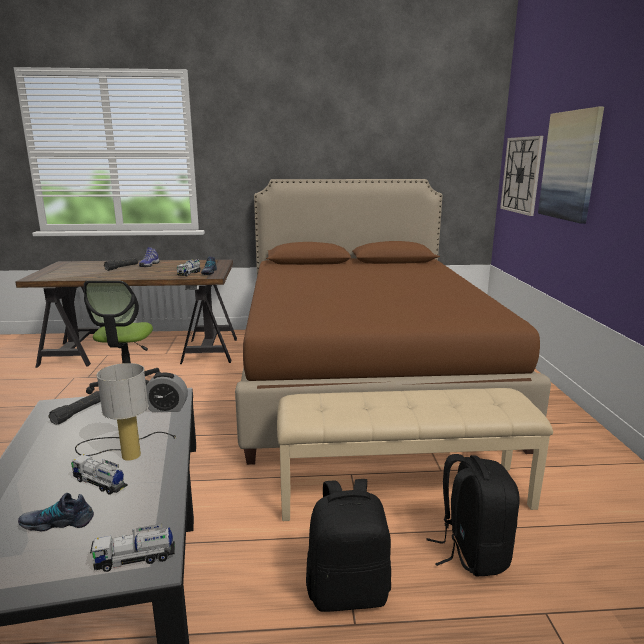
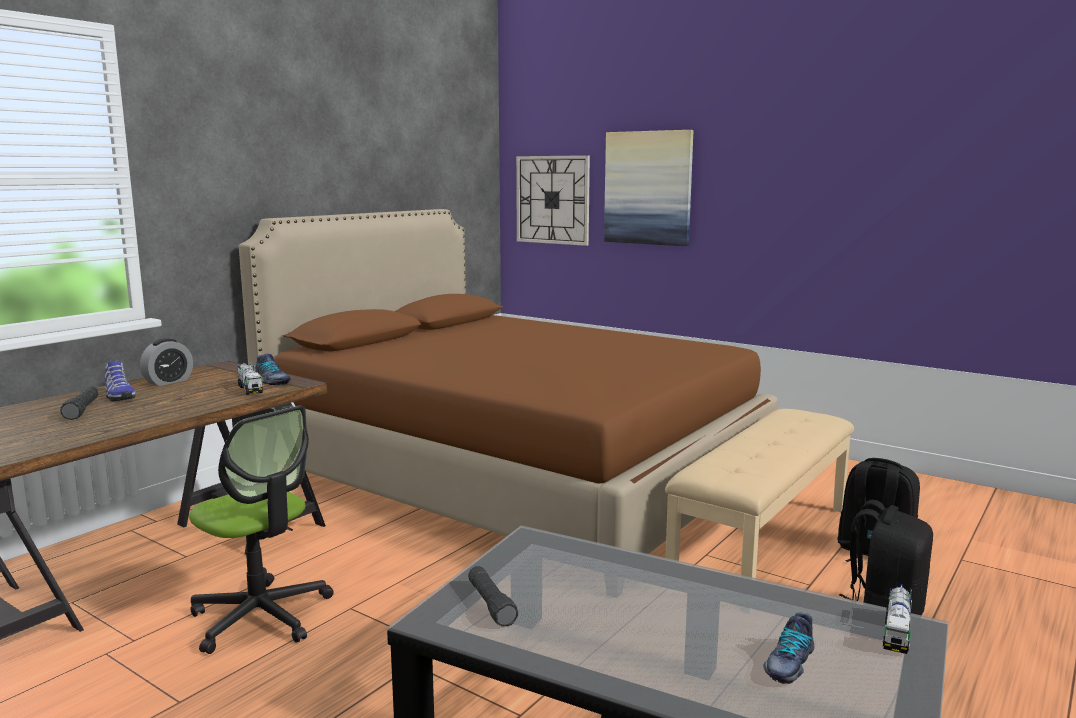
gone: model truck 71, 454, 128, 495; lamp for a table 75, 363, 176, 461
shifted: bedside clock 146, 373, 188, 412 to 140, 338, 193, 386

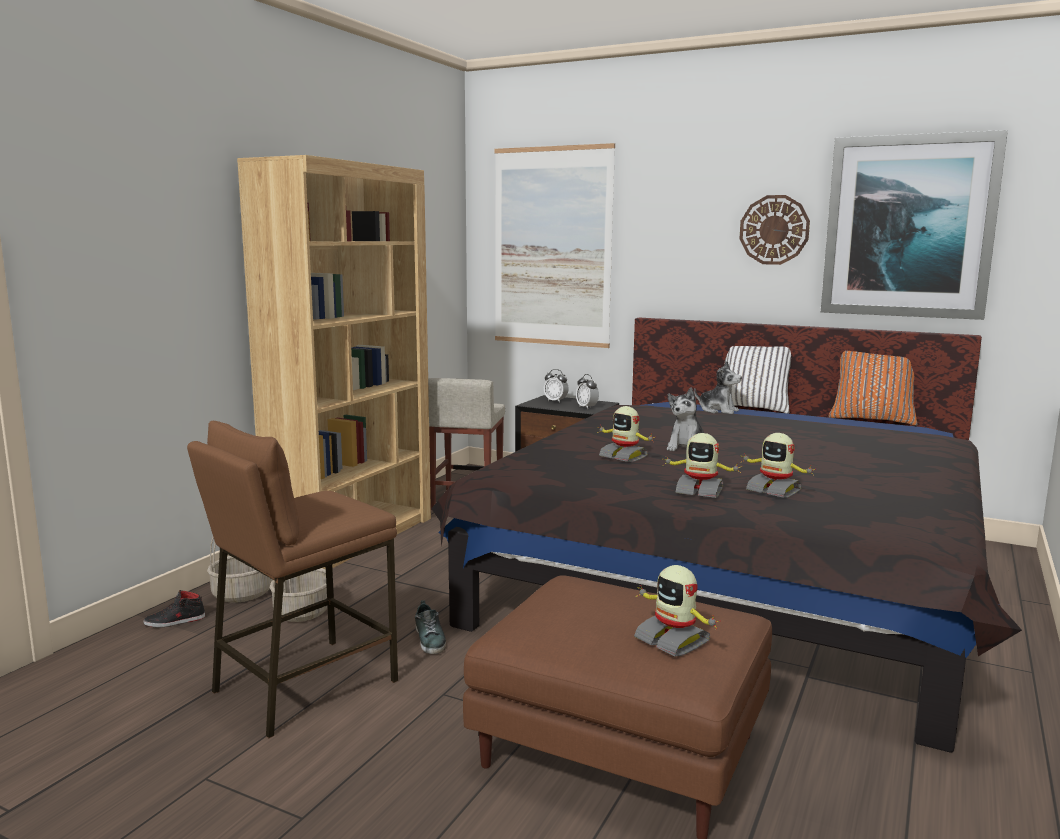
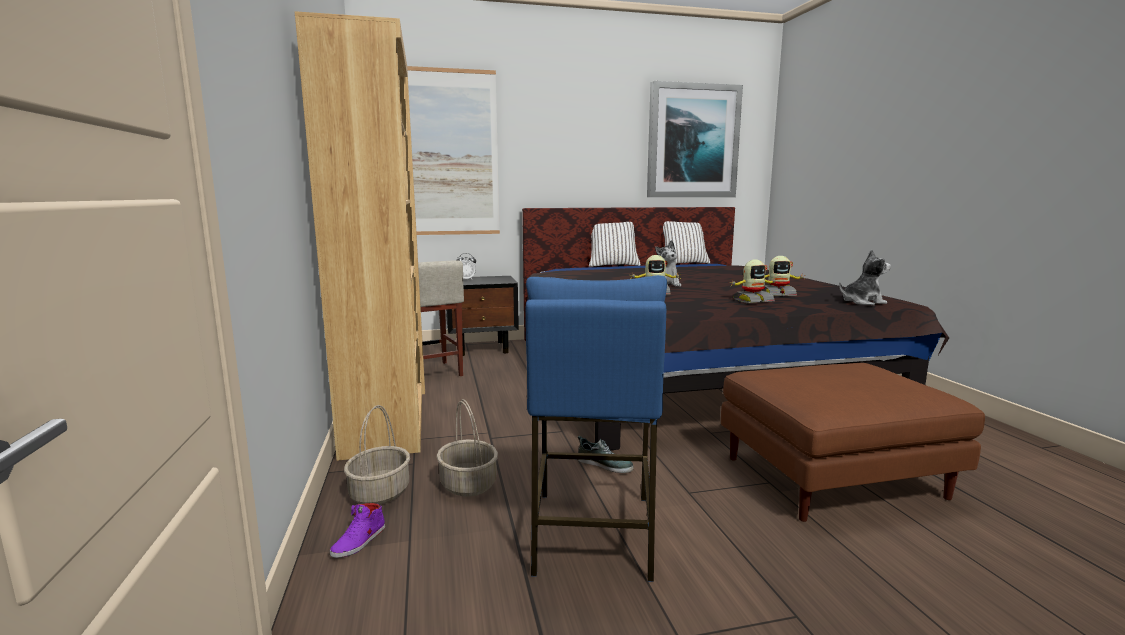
gone: bedside clock 576, 374, 599, 409; model robot 634, 565, 720, 657; wall clock 739, 195, 810, 265
shifted: cuddly toy 694, 361, 742, 414 to 839, 249, 891, 305
repainted: item of footwear in black-coloured 144, 590, 205, 627 to item of footwear in purplish 330, 503, 385, 558; stool seat in brownish 187, 421, 398, 738 to stool seat in blue 525, 275, 667, 582; throw pillow in orange 829, 351, 917, 426 to throw pillow in white 663, 221, 710, 264

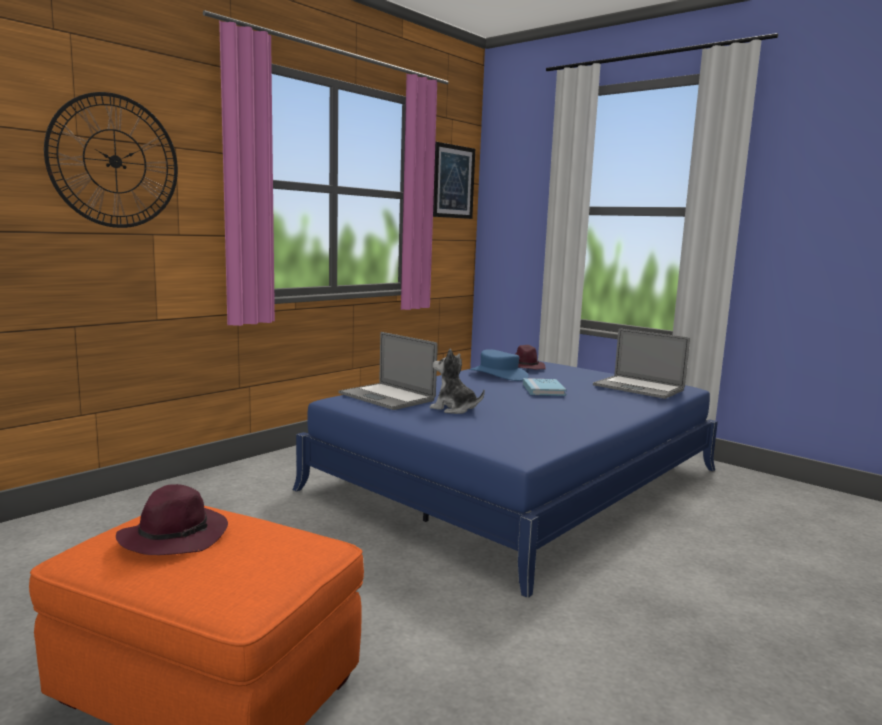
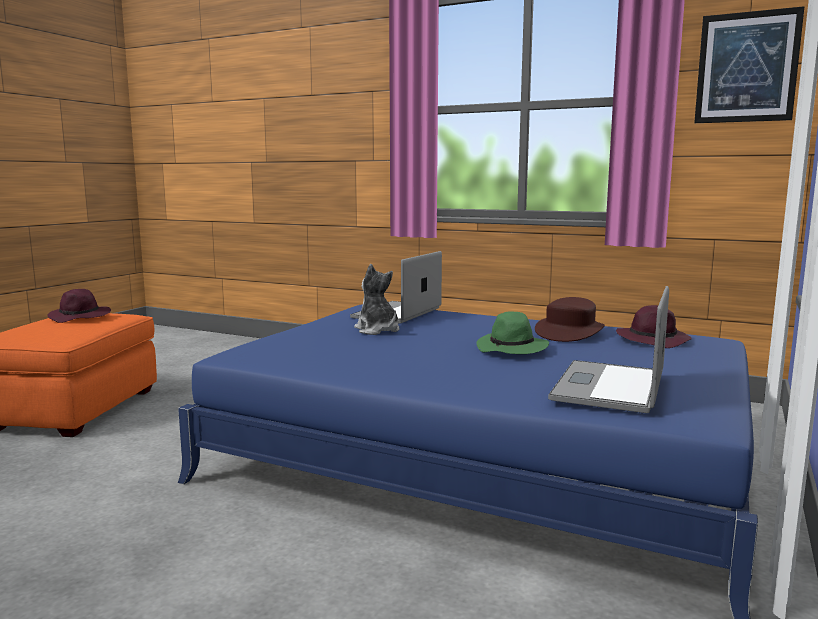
gone: wall clock 44, 92, 178, 228
swapped: volume in blue 523, 378, 566, 396 to clothing hat in green 476, 312, 549, 354
repainted: clothing hat in blue 469, 349, 529, 381 to clothing hat in brownish 535, 297, 605, 342
rotated: cuddly toy 430, 349, 485, 414 = 354, 264, 400, 335 45 degrees counterclockwise

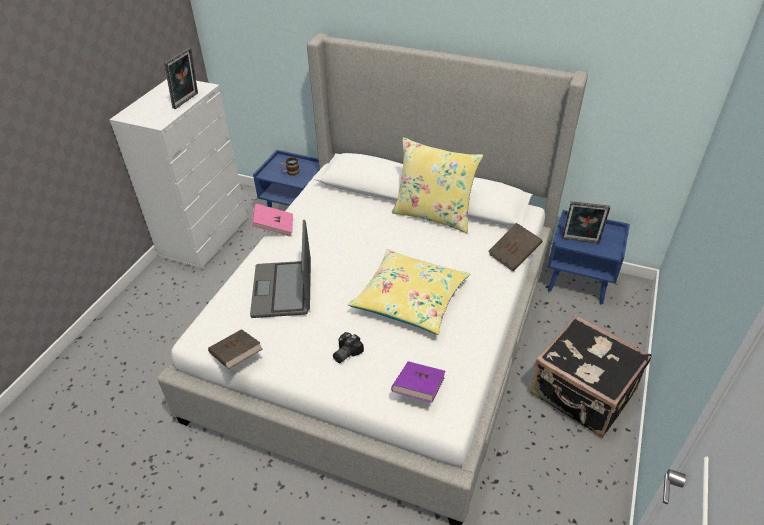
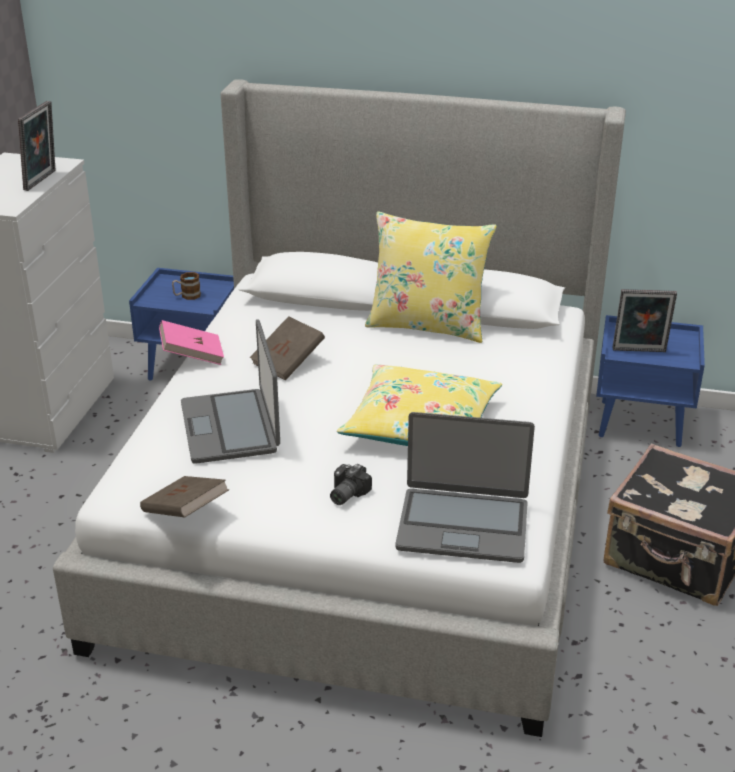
shifted: volume in brownish 488, 223, 543, 272 to 250, 316, 325, 381
swapped: volume in purplish 391, 361, 446, 402 to notebook computer 395, 412, 535, 563

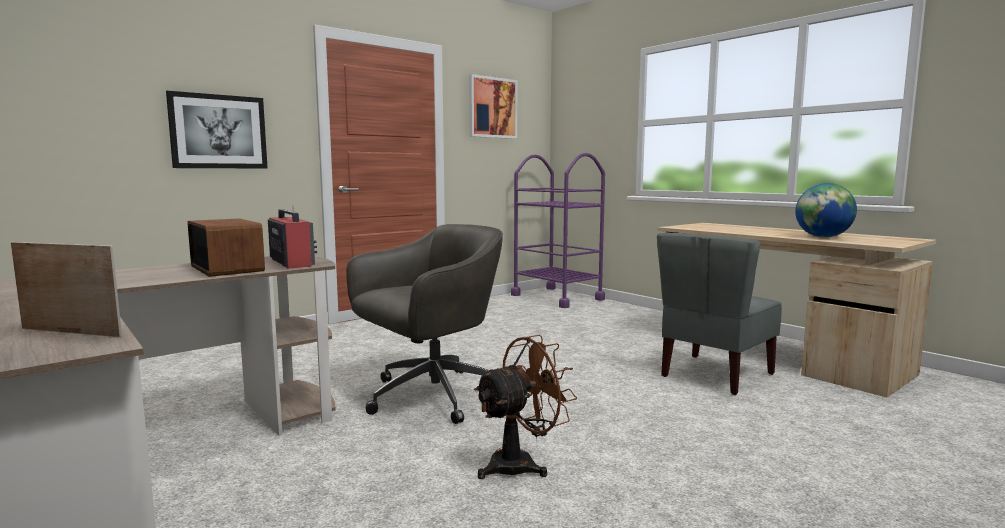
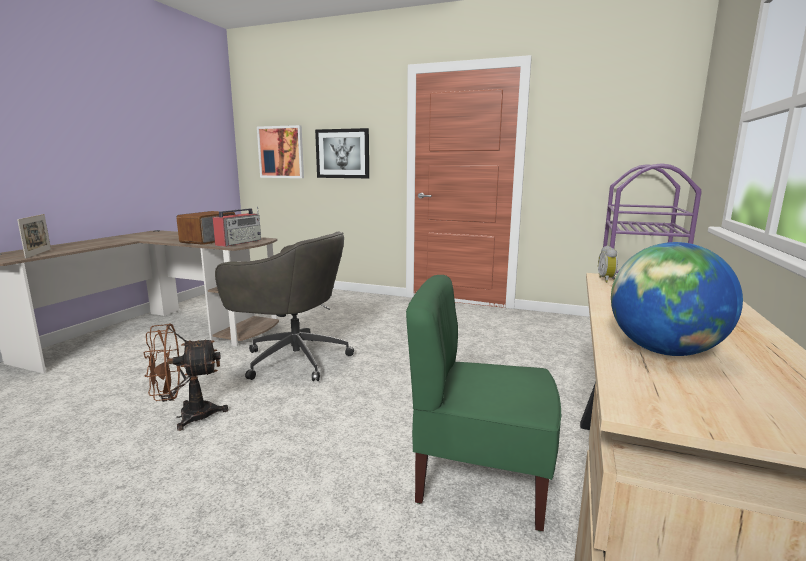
new: bedside clock 598, 246, 618, 282
shifted: wall art 469, 74, 517, 139 to 257, 125, 304, 178
repainted: upright chair in greyish 657, 233, 782, 395 to upright chair in green 406, 275, 561, 531
rotated: cooling fan in brownish 474, 335, 577, 479 = 143, 323, 229, 431 135 degrees clockwise

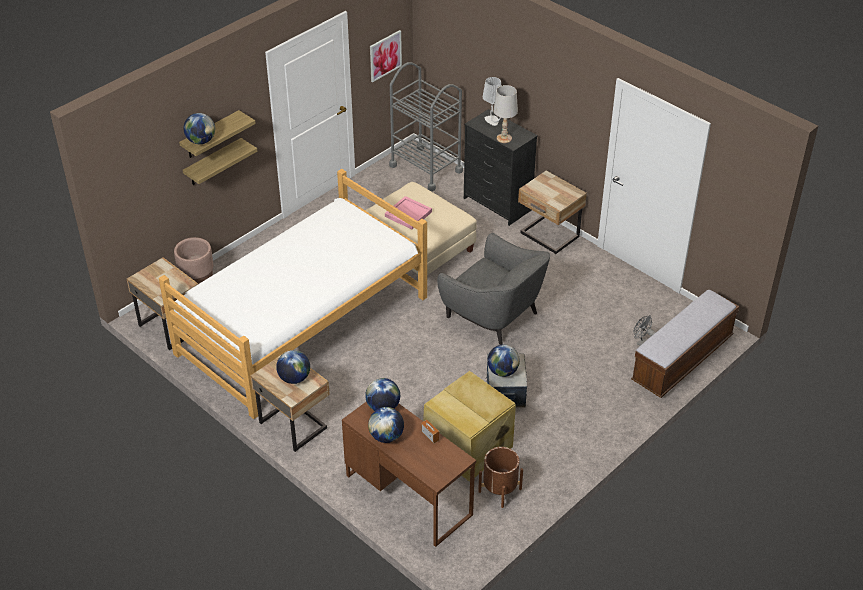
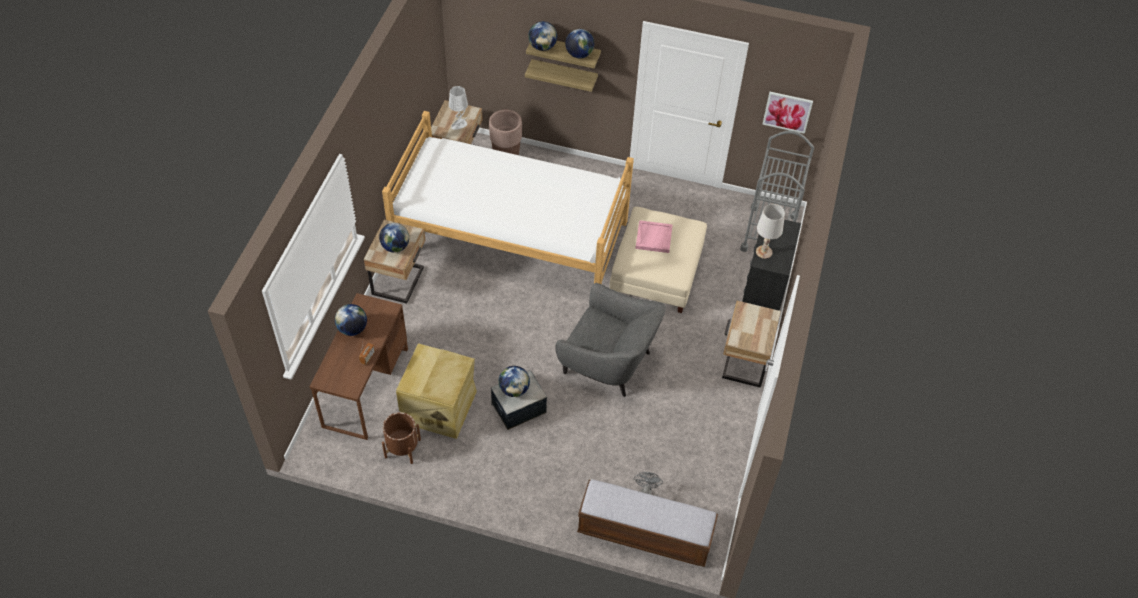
shifted: lamp for a table in greyish 483, 77, 501, 126 to 449, 86, 468, 130; world globe 365, 378, 400, 411 to 565, 29, 594, 58
rotated: armchair in greyish 437, 233, 550, 345 = 555, 283, 665, 397 75 degrees counterclockwise

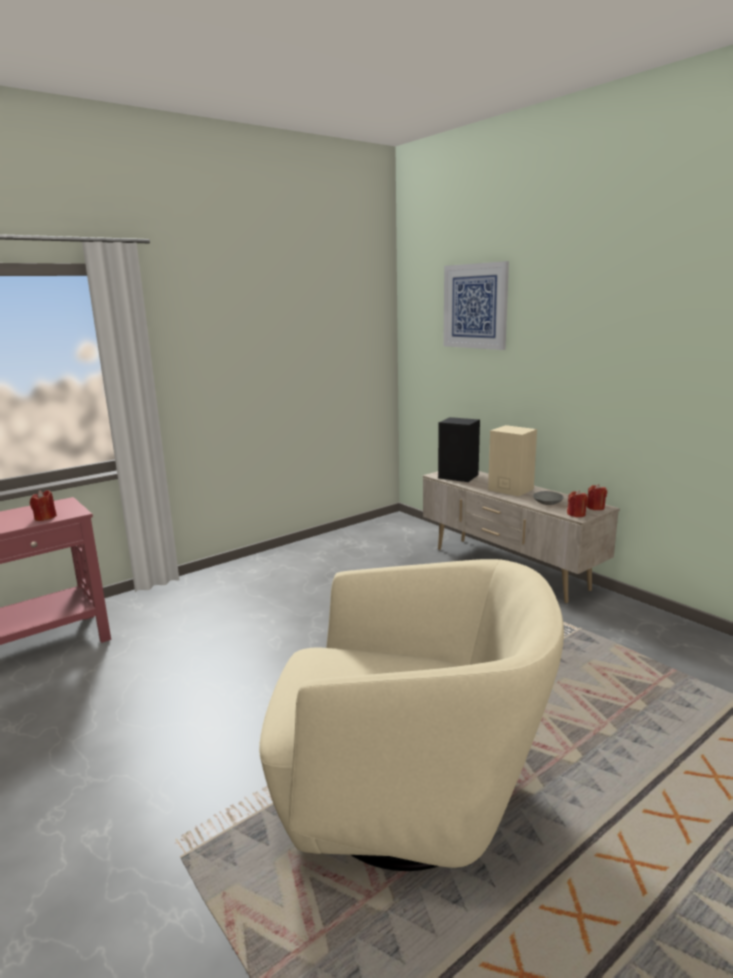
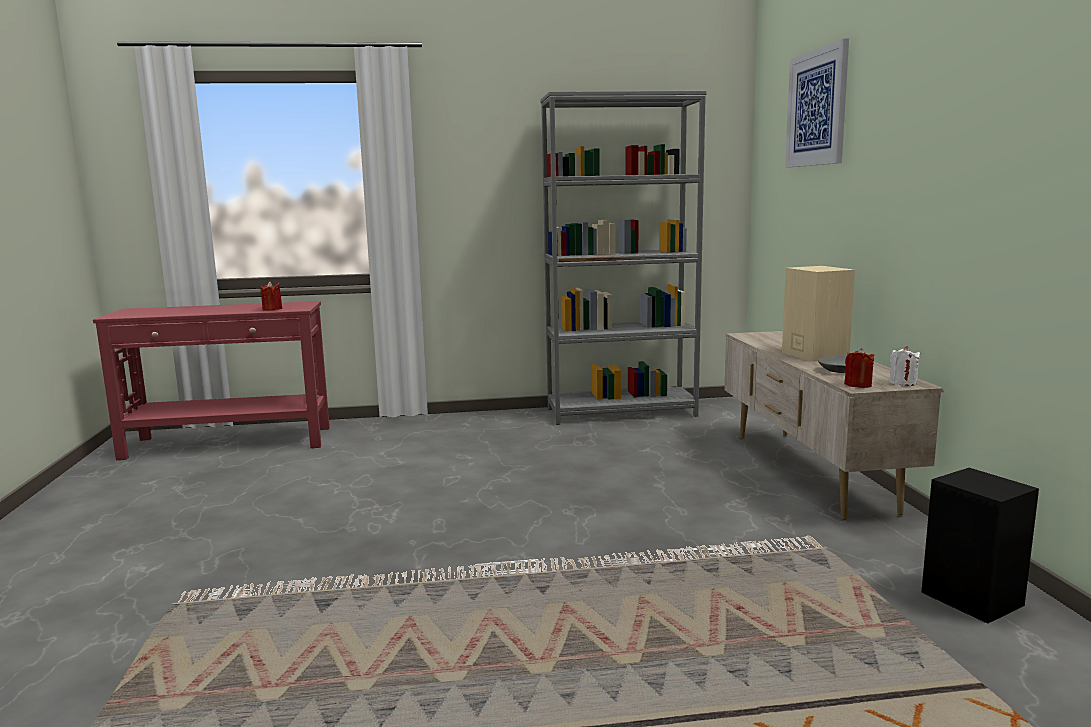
gone: armchair in beige-coloured 259, 559, 564, 871
new: bookcase in greyish 540, 90, 707, 425
shifted: speaker in black-coloured 438, 417, 480, 482 to 921, 468, 1039, 624
repainted: wax candle in red 587, 484, 607, 510 to wax candle in white 889, 346, 920, 386

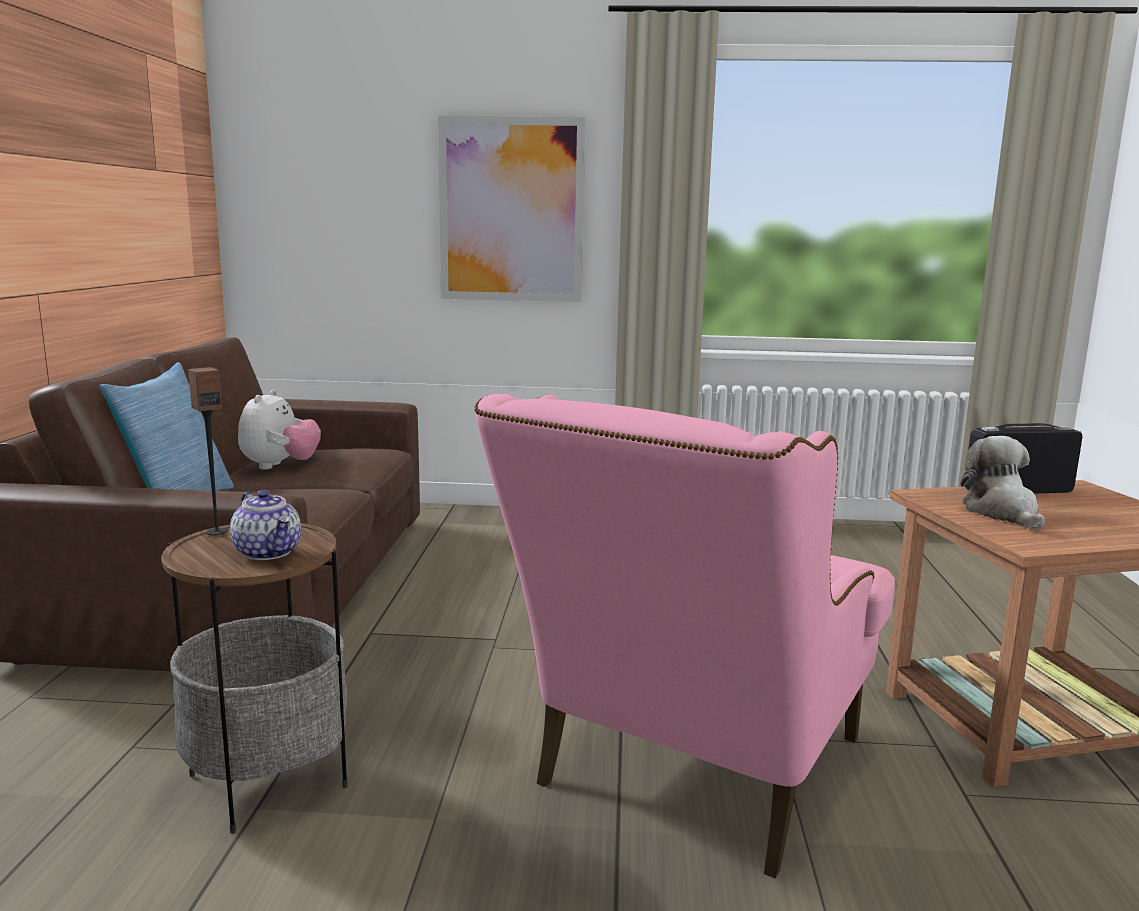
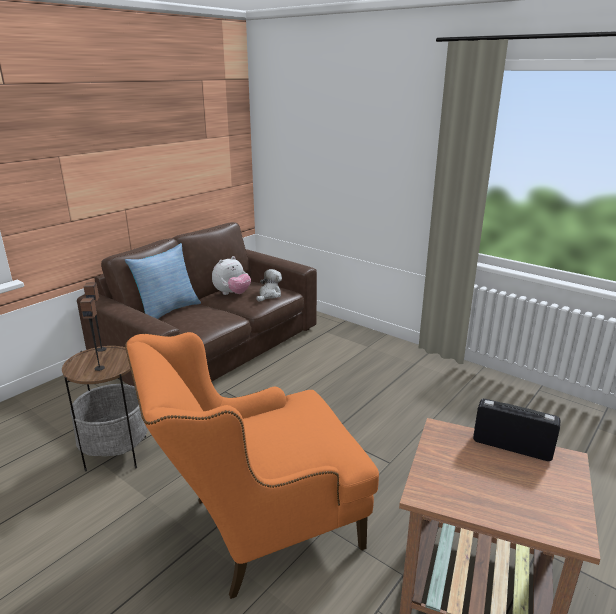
gone: wall art 438, 116, 585, 302
shifted: cuddly toy 961, 436, 1045, 530 to 256, 269, 282, 302
swapped: pot for tea 230, 490, 301, 560 to speaker 80, 298, 105, 371
repainted: armchair in pink-coloured 475, 394, 895, 878 to armchair in orange 125, 332, 379, 599

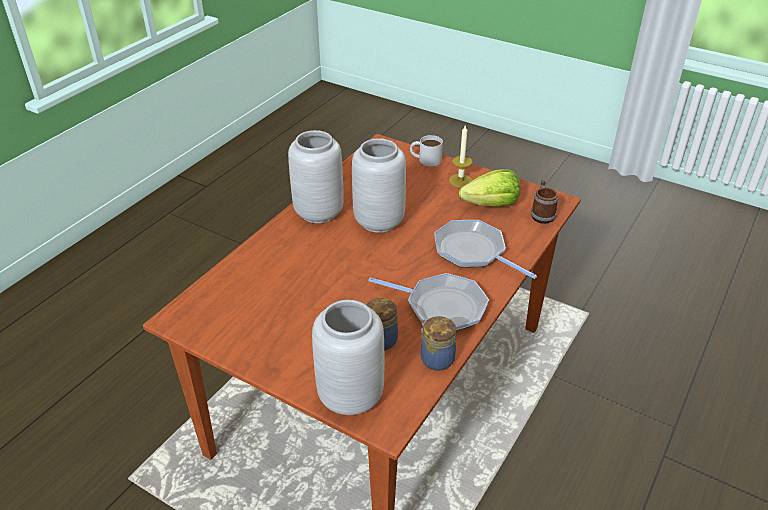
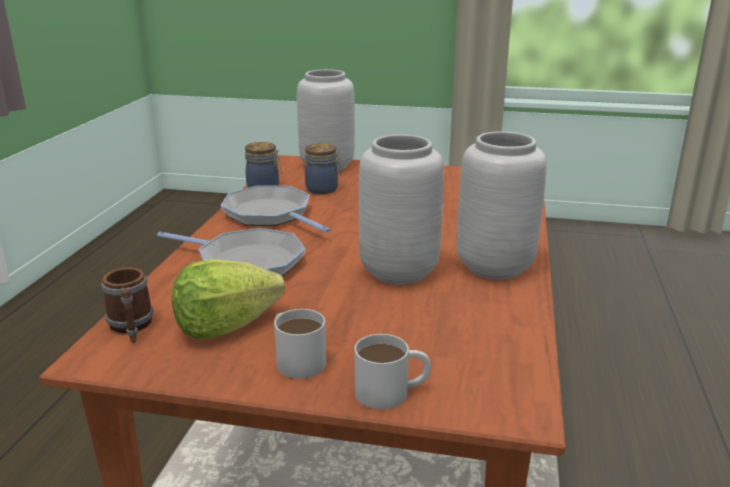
swapped: wax candle 449, 125, 473, 188 to tea mug in white 274, 309, 326, 379
rotated: skillet 368, 273, 489, 331 = 221, 185, 330, 233 45 degrees clockwise

